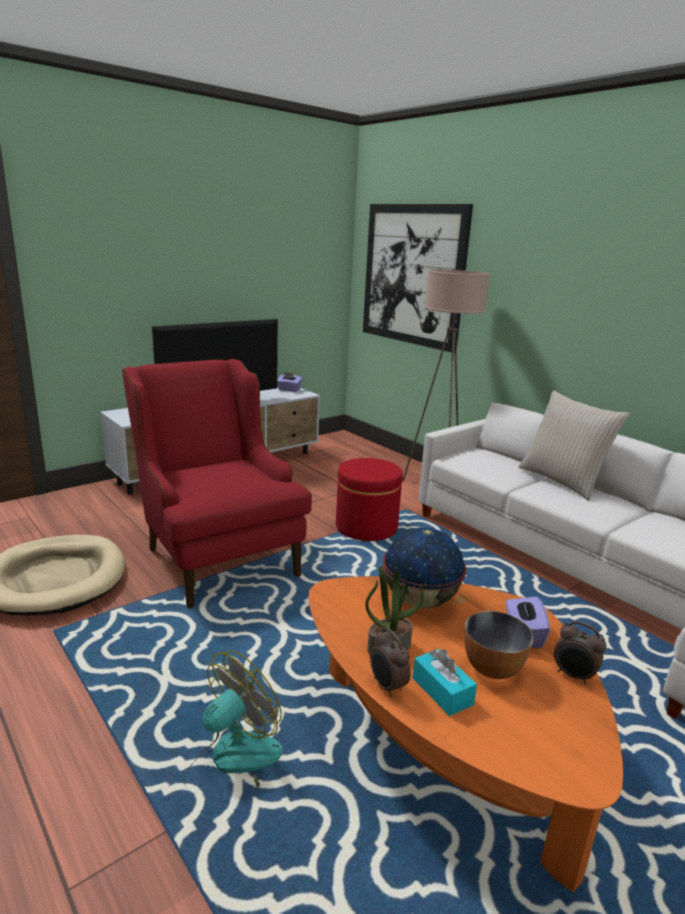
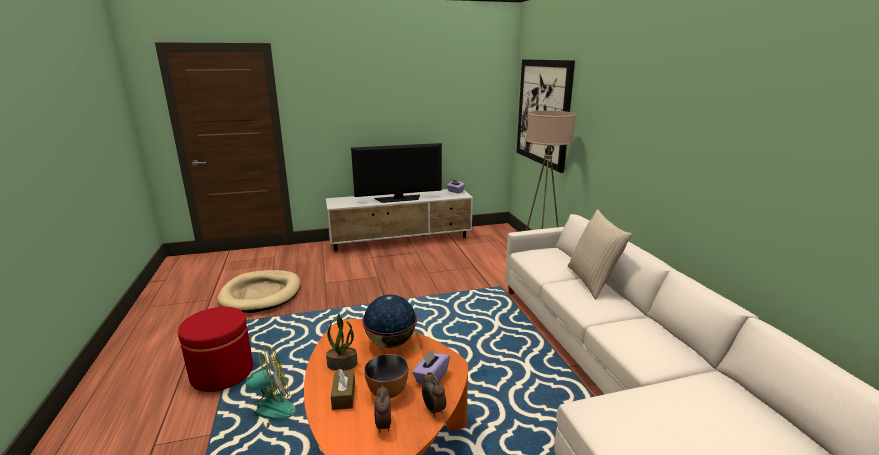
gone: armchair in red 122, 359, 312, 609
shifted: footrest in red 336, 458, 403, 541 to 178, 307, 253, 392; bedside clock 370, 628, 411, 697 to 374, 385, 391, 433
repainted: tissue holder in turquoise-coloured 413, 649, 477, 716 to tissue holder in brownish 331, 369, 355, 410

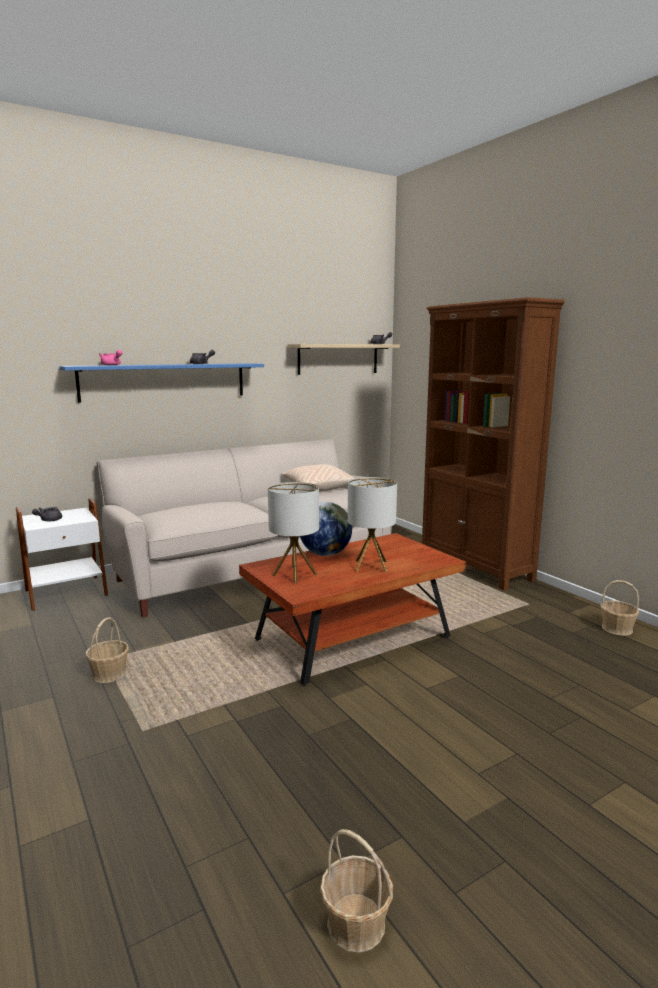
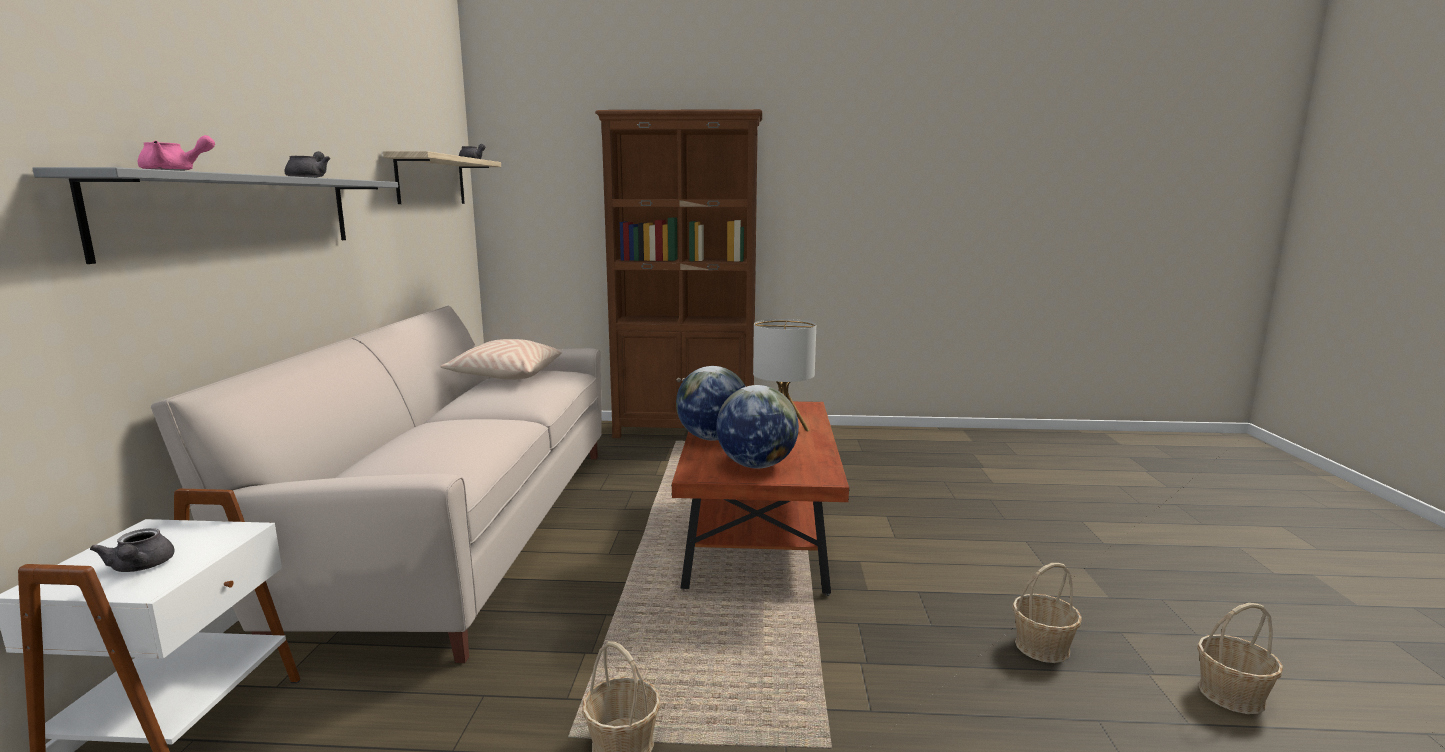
shifted: storage basket 600, 580, 639, 636 to 1012, 563, 1082, 663
swapped: lamp for a table 268, 482, 319, 584 to world globe 716, 385, 799, 469
repainted: wall shelf in blue 59, 363, 264, 403 to wall shelf in greyish 32, 167, 398, 264

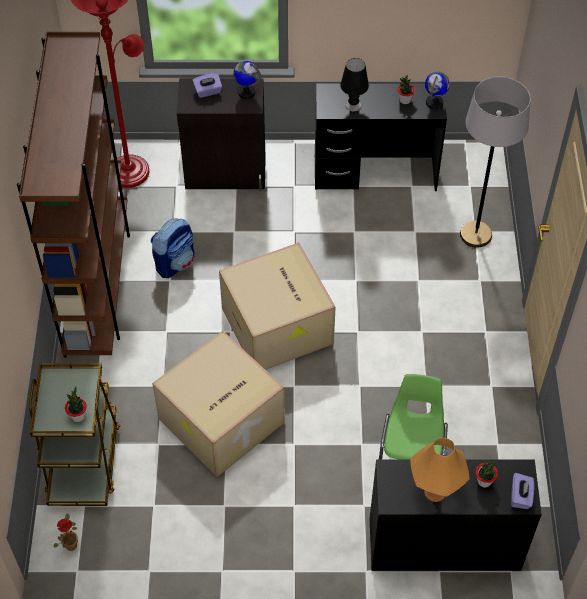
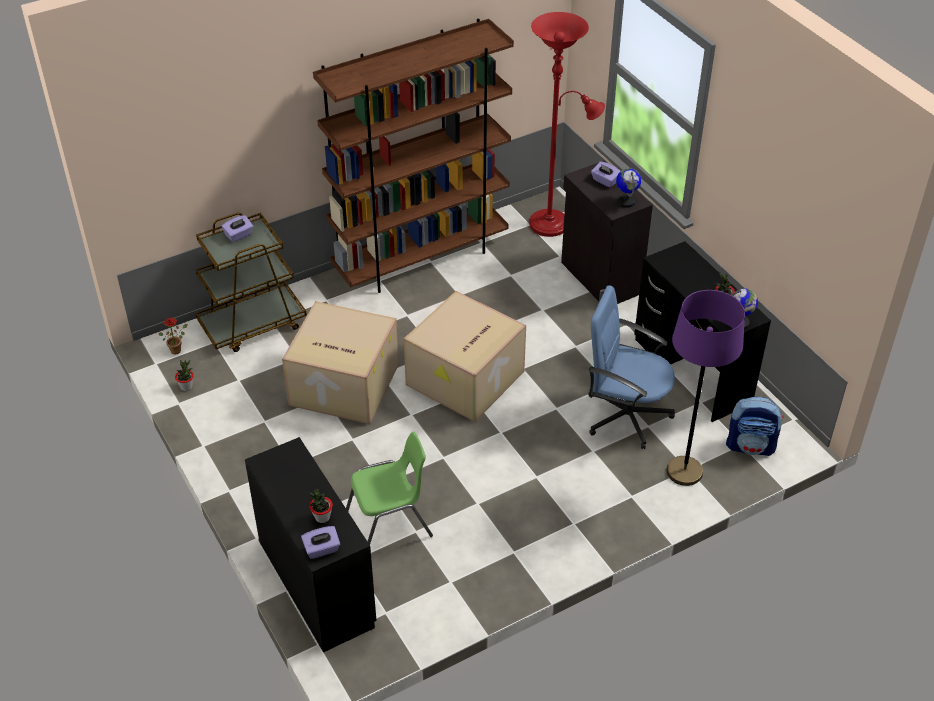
gone: lamp for a table in black-coloured 340, 58, 369, 111; lamp for a table in orange 410, 437, 470, 502
new: tissue holder in purplish 222, 215, 253, 242; office chair in blue 588, 285, 675, 449
shifted: houseplant 65, 386, 87, 422 to 175, 360, 194, 391; knapsack 151, 218, 194, 278 to 726, 397, 784, 456
repainted: standard lamp in greyish 460, 77, 531, 248 to standard lamp in purplish 666, 290, 745, 486

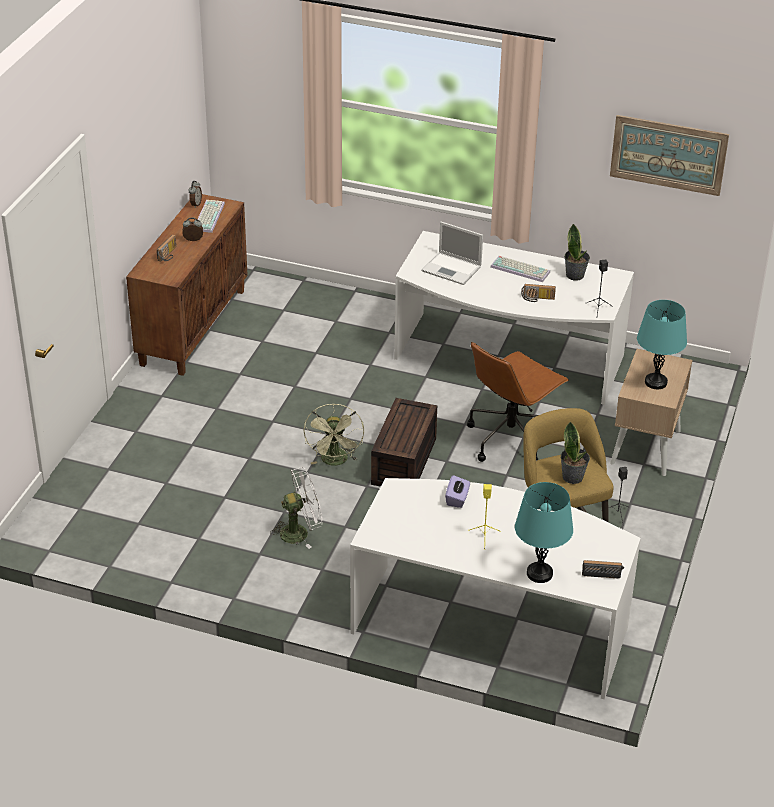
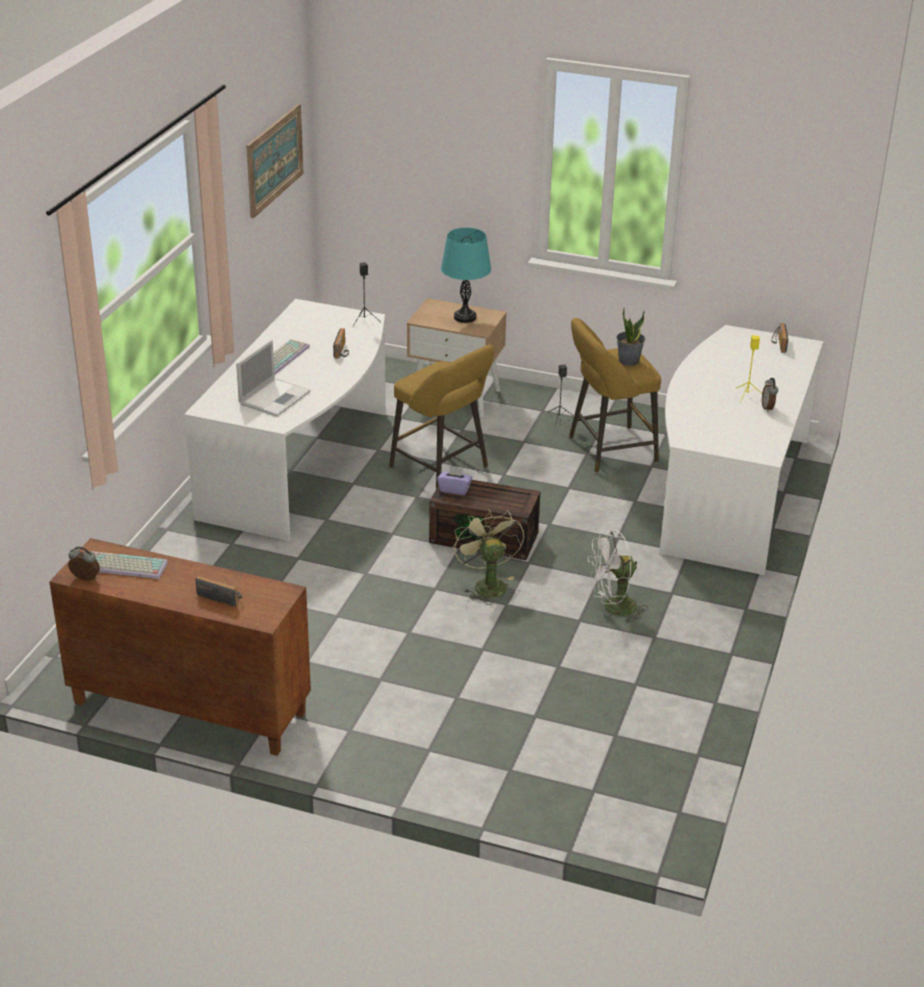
gone: lamp for a table in turquoise-coloured 515, 482, 573, 583; houseplant 564, 223, 590, 281
shifted: tissue holder in purplish 445, 475, 470, 508 to 437, 466, 473, 495; bedside clock 182, 218, 203, 241 to 762, 378, 778, 412
swapped: office chair in brownish 467, 342, 569, 462 to stool seat in yellow-coloured 389, 345, 494, 489
rotated: cooling fan in green 304, 404, 364, 466 = 453, 509, 524, 605 105 degrees counterclockwise; cooling fan in white 270, 467, 322, 549 = 588, 530, 648, 624 90 degrees counterclockwise

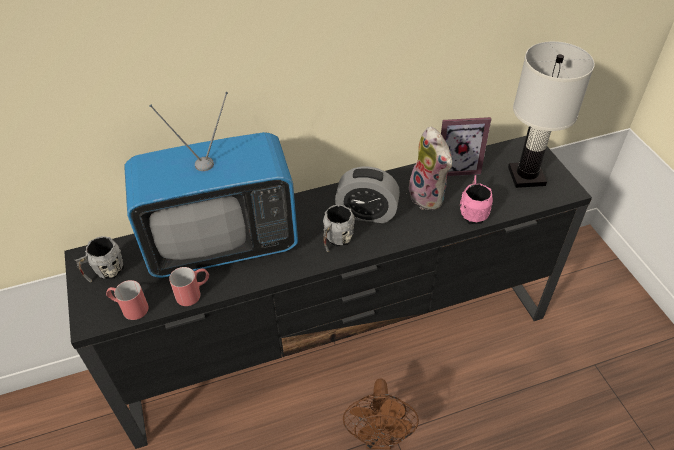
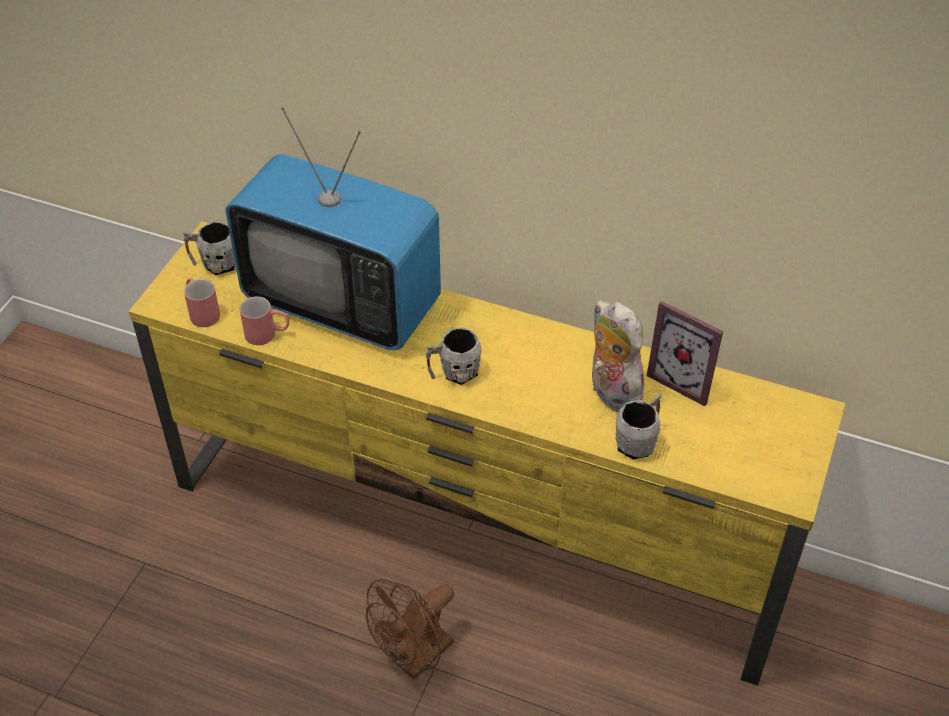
gone: bedside clock 335, 167, 400, 223; lamp for a table in white 508, 41, 595, 188
repainted: tv stand in black-coloured 64, 136, 592, 449 to tv stand in yellow-coloured 129, 221, 846, 686; tea mug in pink-coloured 460, 175, 493, 224 to tea mug in greyish 616, 394, 662, 459
rotated: cuddly toy 409, 127, 452, 210 = 592, 301, 644, 412 135 degrees clockwise

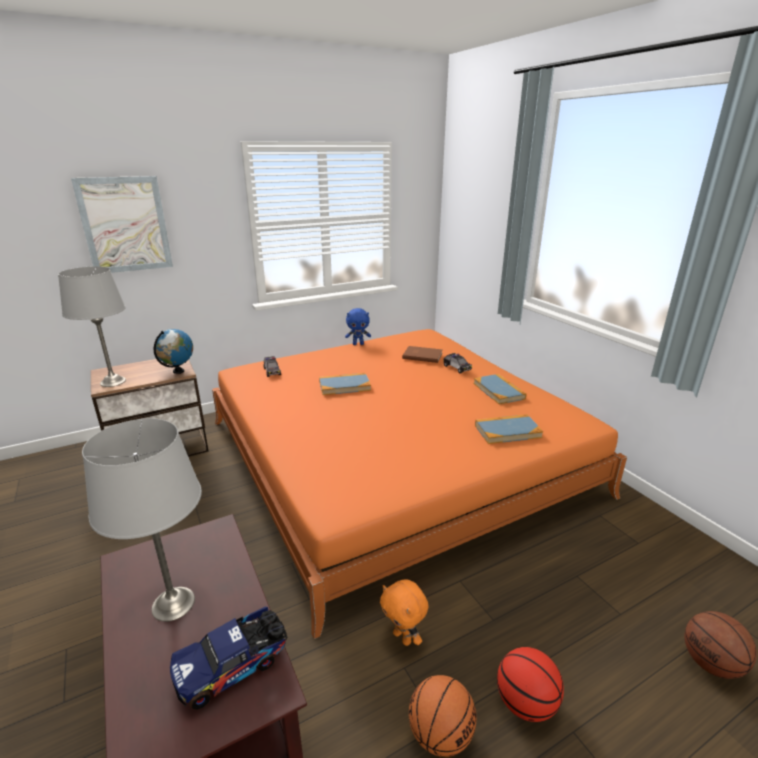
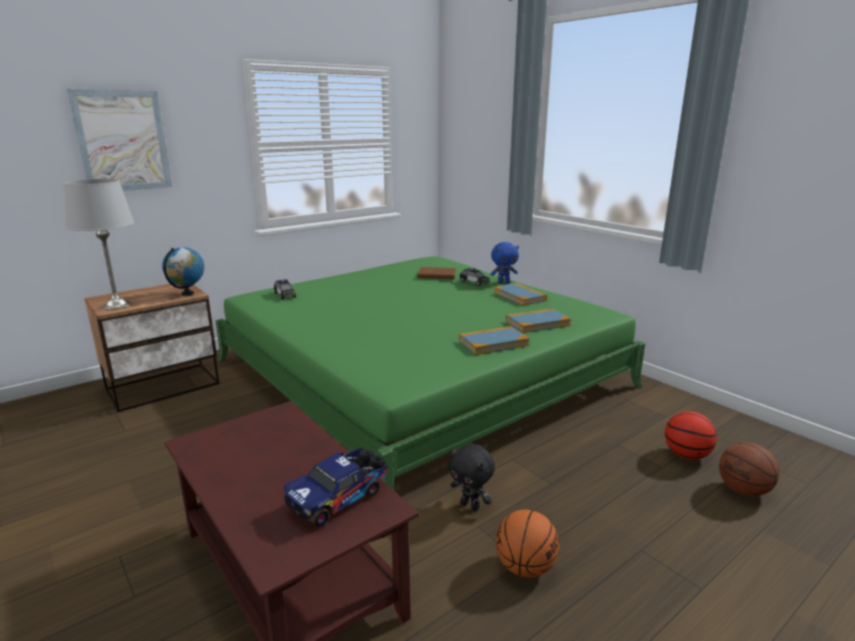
gone: lamp for a table in greyish 82, 418, 202, 622
shifted: volume 319, 373, 371, 395 to 459, 326, 530, 355; cuddly toy in blue 345, 308, 371, 345 to 490, 242, 519, 284; ball for basketball 497, 647, 564, 722 to 665, 411, 717, 460
repainted: sleeping bed in orange 212, 329, 627, 639 to sleeping bed in green 215, 256, 646, 490; cuddly toy in orange 380, 579, 428, 646 to cuddly toy in black-coloured 448, 444, 495, 511

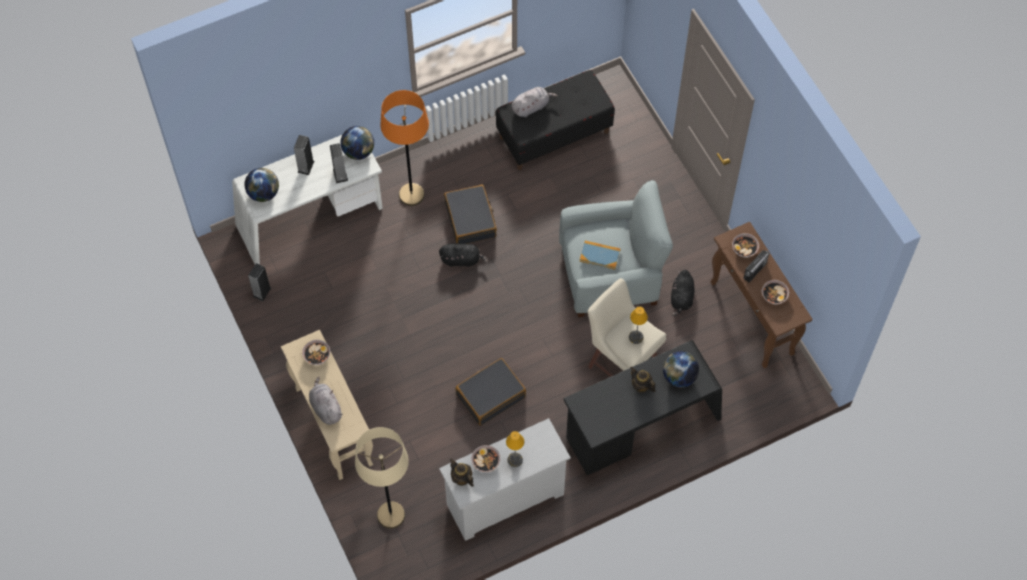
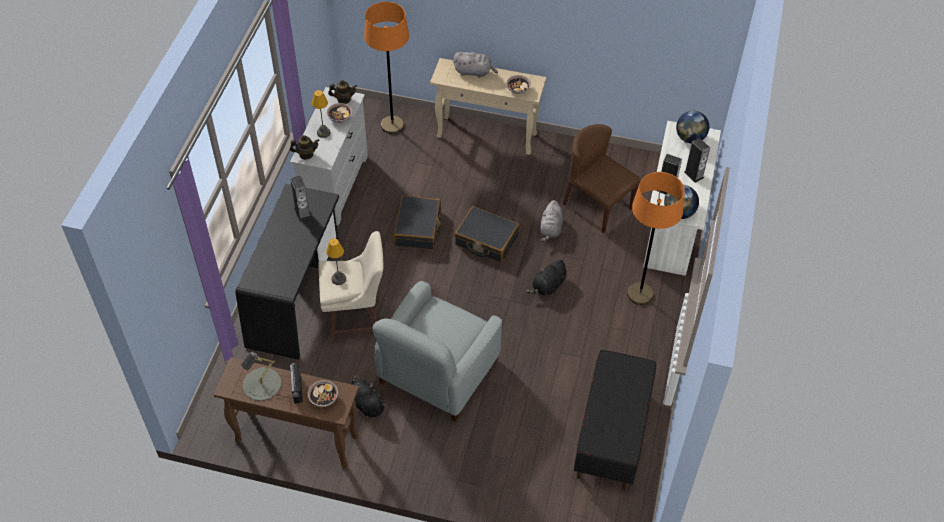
gone: volume 580, 241, 621, 270; world globe 663, 351, 699, 387
new: upright chair in brownish 563, 124, 640, 233
shifted: pot for tea 630, 367, 655, 393 to 290, 135, 320, 160; speaker 248, 263, 271, 301 to 290, 175, 311, 221; piece of luggage in black-coloured 444, 185, 497, 244 to 455, 206, 519, 262; cuddly toy in greyish 512, 87, 558, 117 to 541, 200, 563, 242
swapped: serving bowl 762, 280, 789, 305 to lamp for a table in greyish 241, 352, 281, 401
repainted: standard lamp in beige-coloured 355, 427, 409, 529 to standard lamp in orange 364, 2, 409, 134

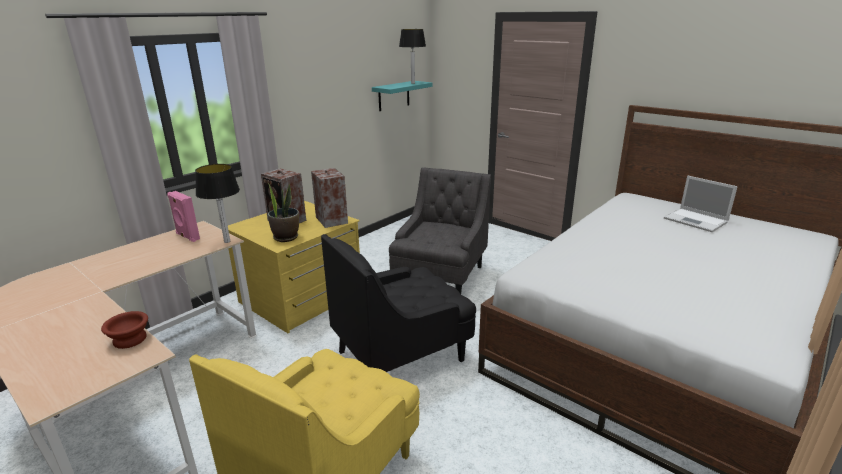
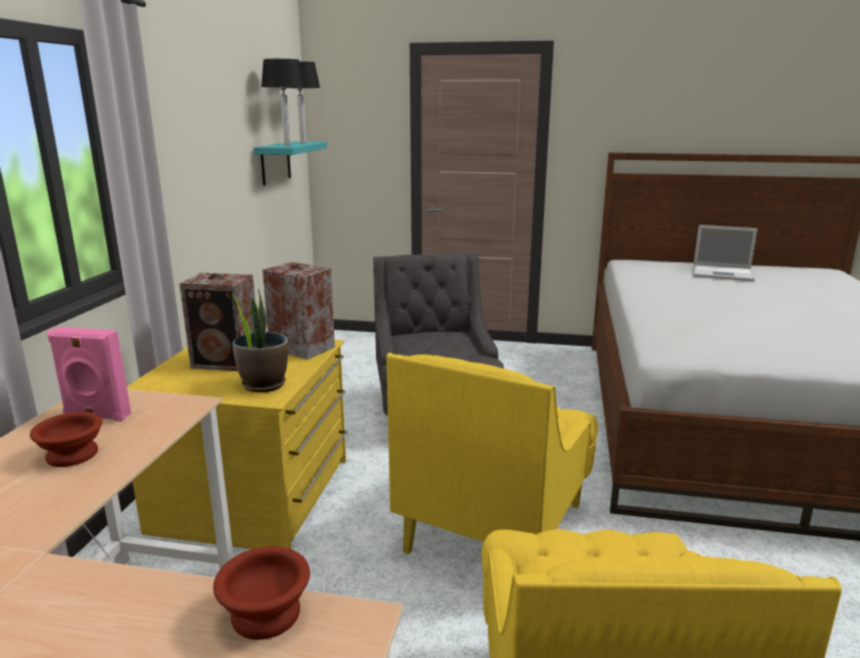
new: serving bowl in brownish 30, 412, 103, 467
shifted: lamp for a table 195, 164, 240, 243 to 261, 59, 305, 146
repainted: armchair in black-coloured 321, 234, 476, 372 to armchair in yellow-coloured 386, 353, 598, 554

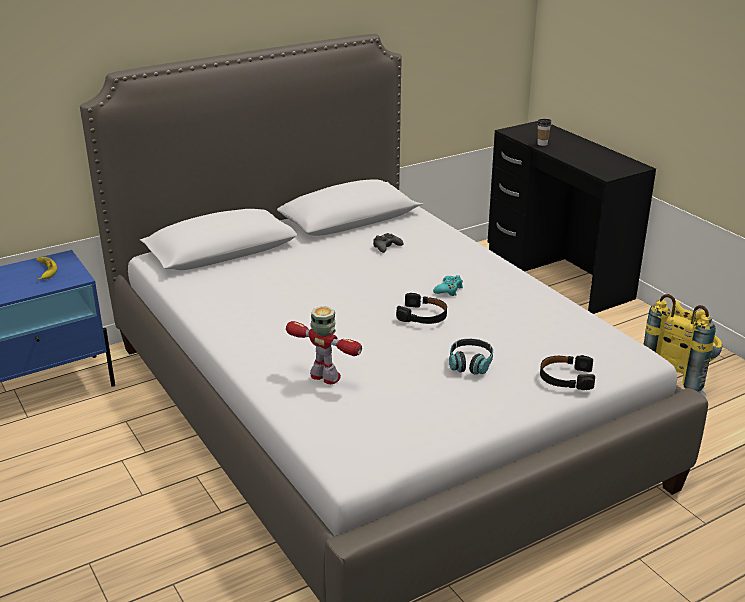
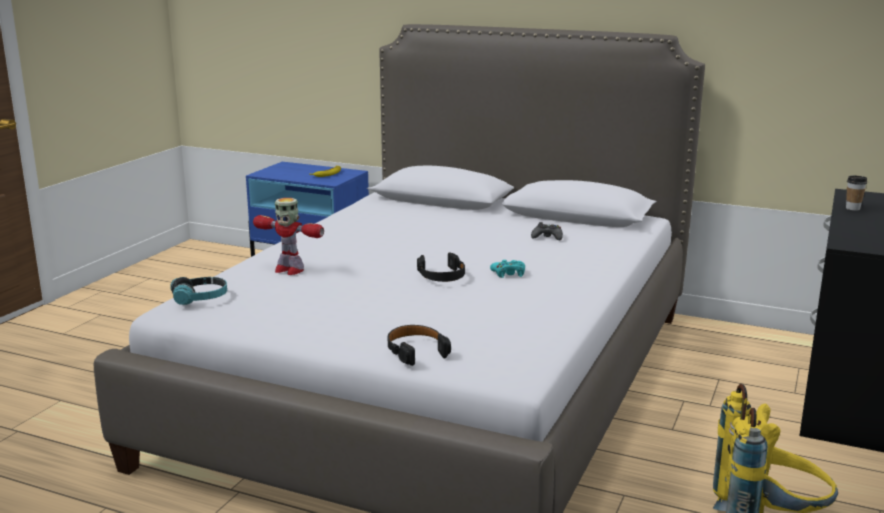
shifted: headphones 449, 338, 493, 374 to 170, 277, 227, 305
rotated: model robot 286, 306, 362, 384 = 253, 198, 324, 275 120 degrees clockwise

